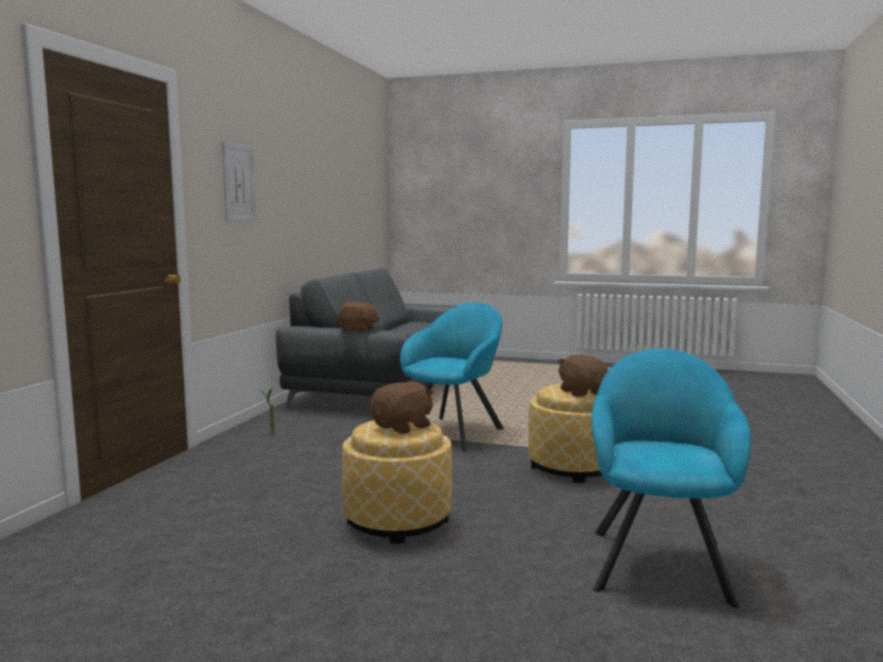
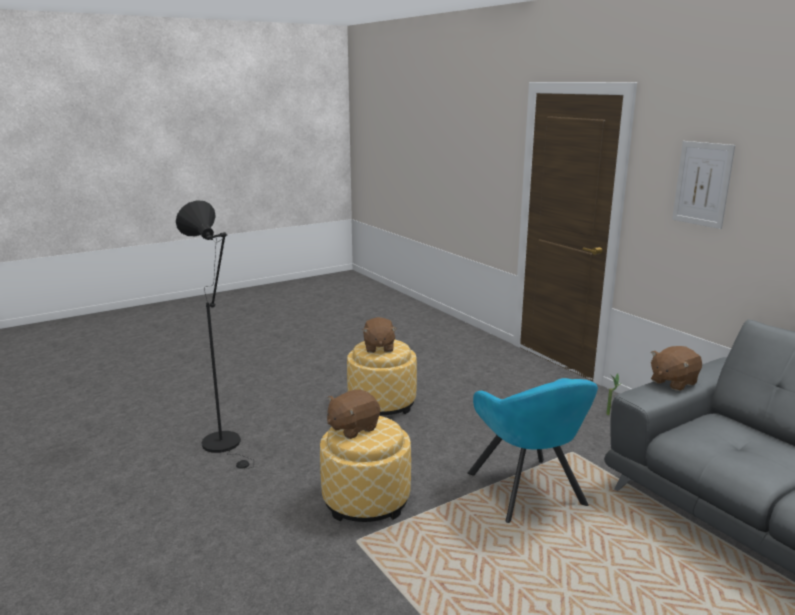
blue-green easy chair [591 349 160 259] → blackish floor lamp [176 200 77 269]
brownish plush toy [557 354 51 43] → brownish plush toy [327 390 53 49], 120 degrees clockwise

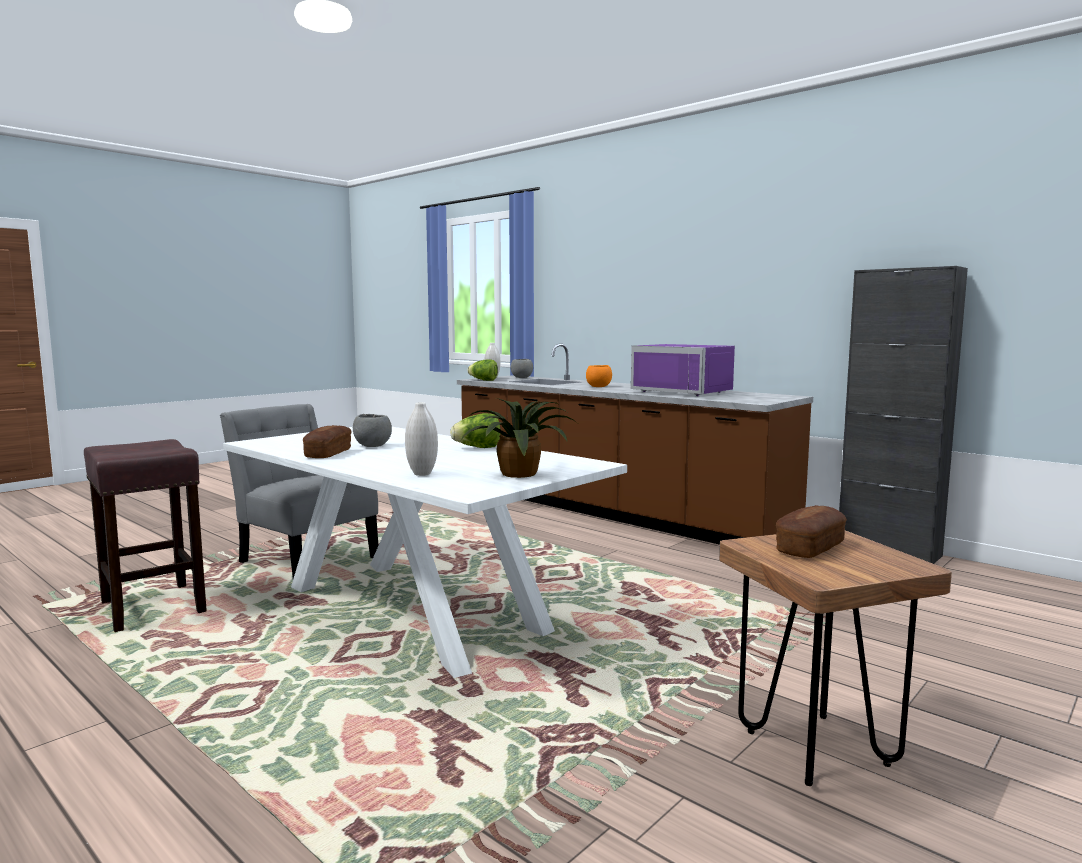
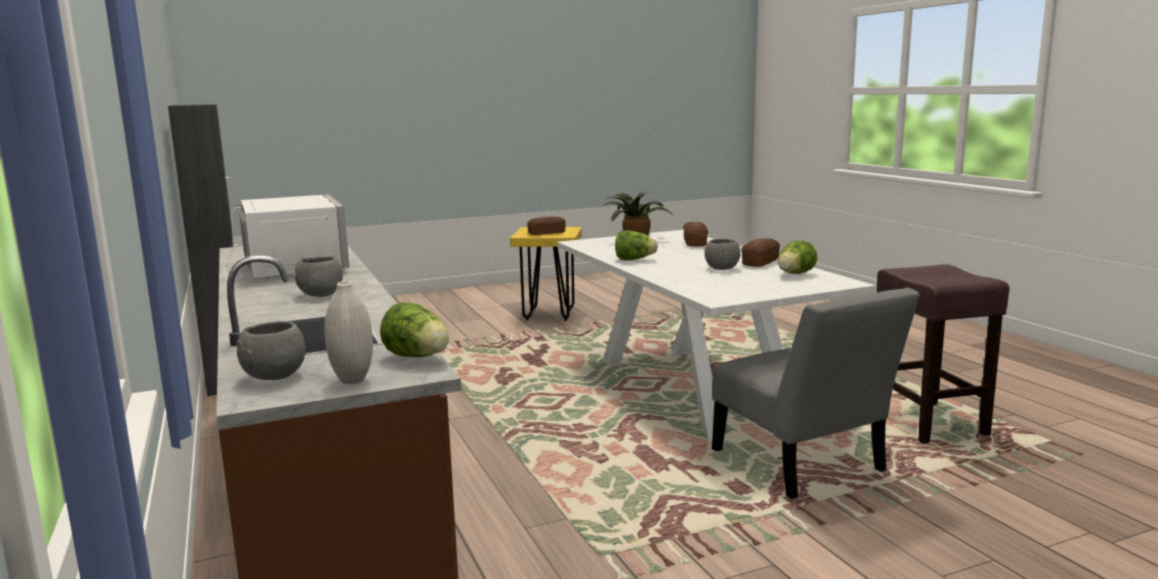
- → lettuce head [778 241 39 33]
whitish vase [405 402 33 74] → bread [683 222 25 24]
orange bowl [586 365 26 22] → greyish bowl [295 256 48 41]
purplish microwave [631 344 104 52] → whitish microwave [223 194 127 86]
brownish stool [719 530 233 256] → yellow stool [510 227 72 94]

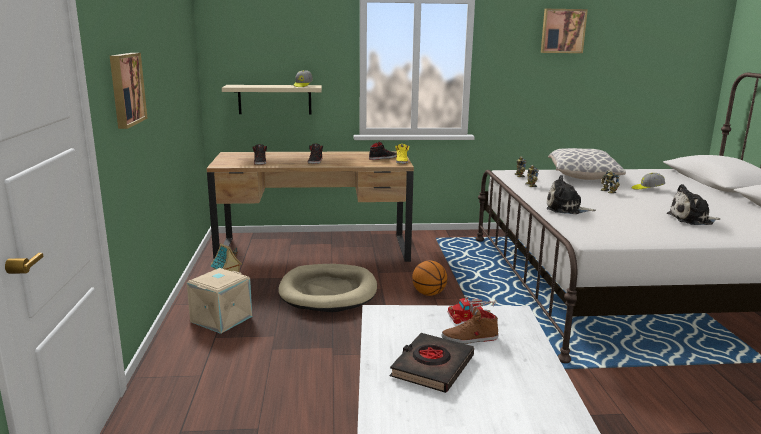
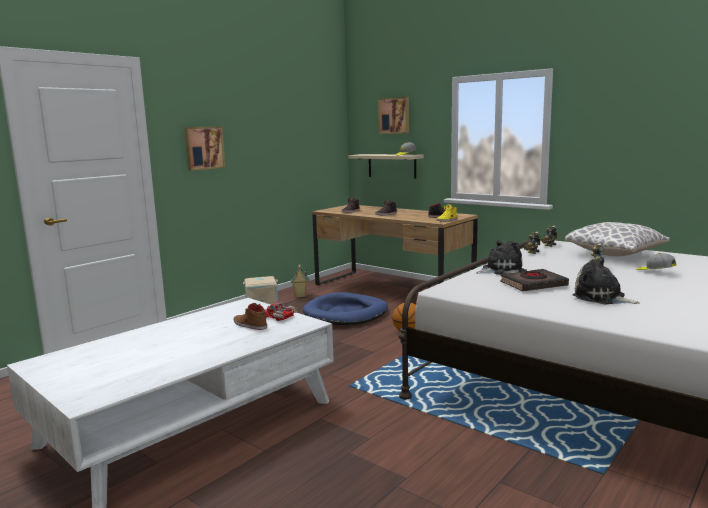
blackish volume [390 333 84 60] → blackish volume [500 269 69 22], relocated
wall picture [541 9 47 44] → wall picture [378 97 31 37], relocated
sand-coloured dog cushion [279 264 98 48] → bluish dog cushion [303 292 85 33]
plush toy [547 175 49 39] → plush toy [476 240 47 35], 105 degrees clockwise

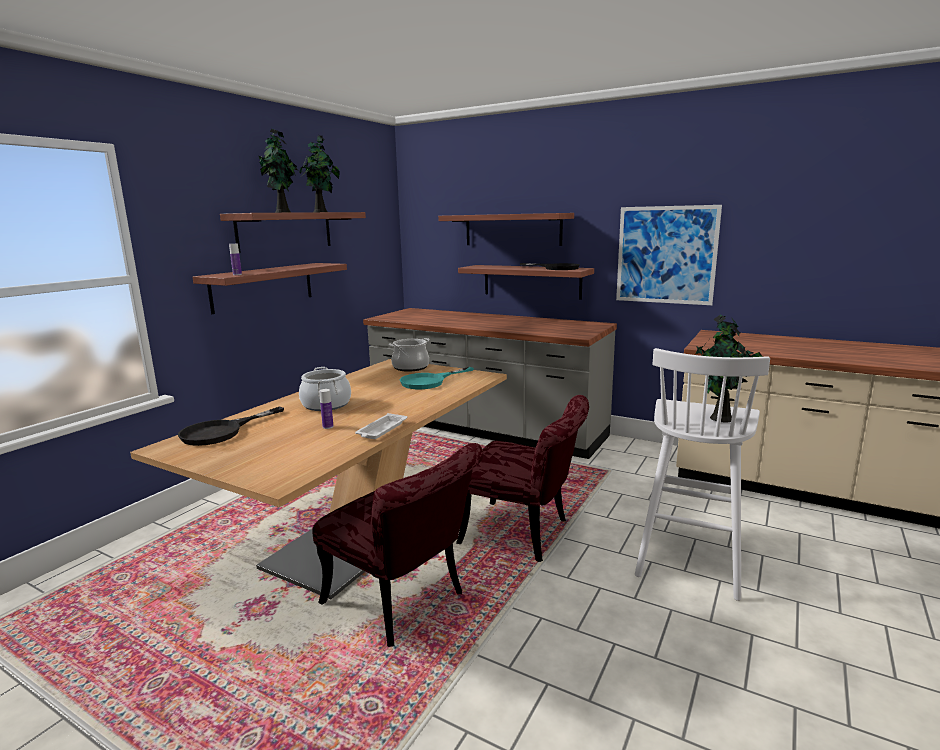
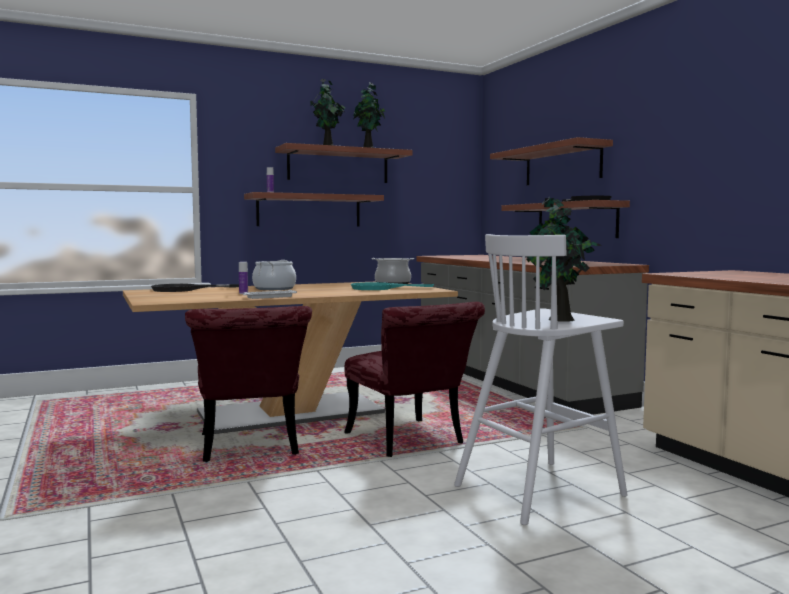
wall picture [616 205 106 100] → -

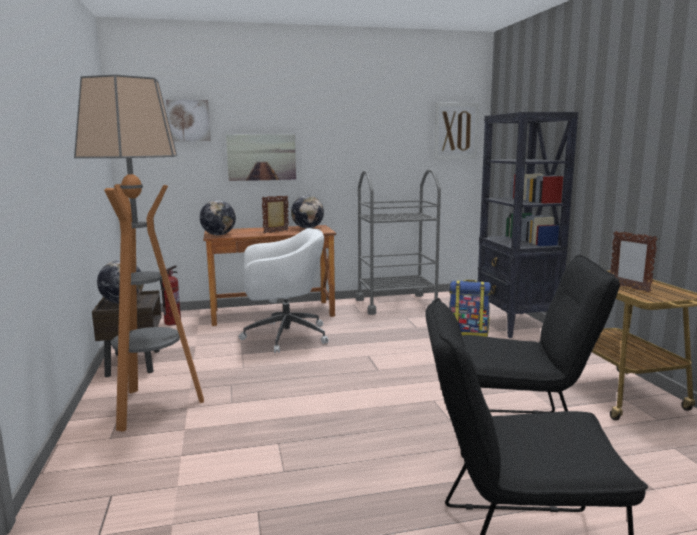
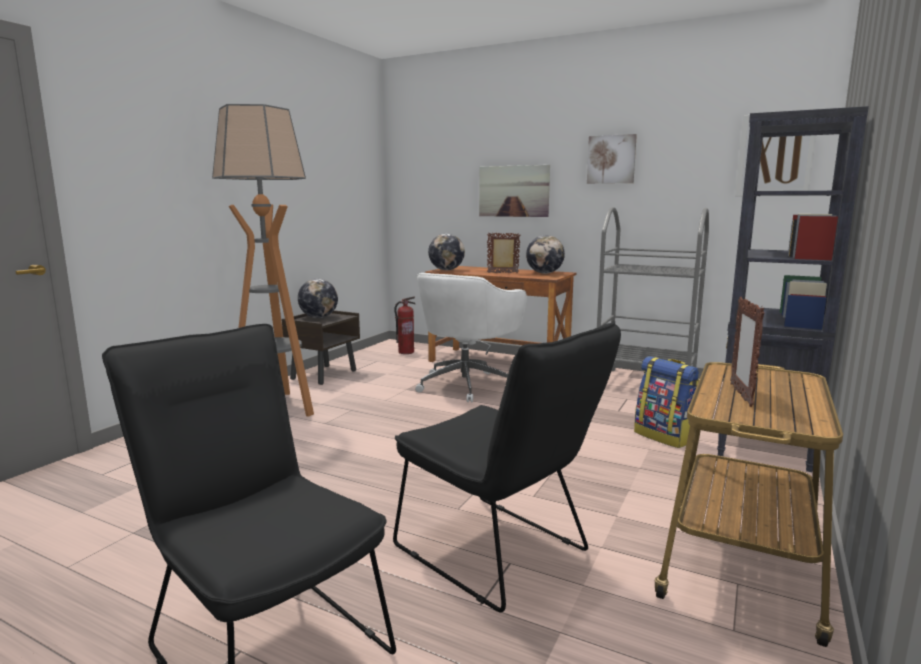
wall picture [166 100 45 41] → wall picture [587 134 50 50], relocated
whitish desk chair [239 228 90 125] → whitish desk chair [415 273 112 129], 90 degrees clockwise

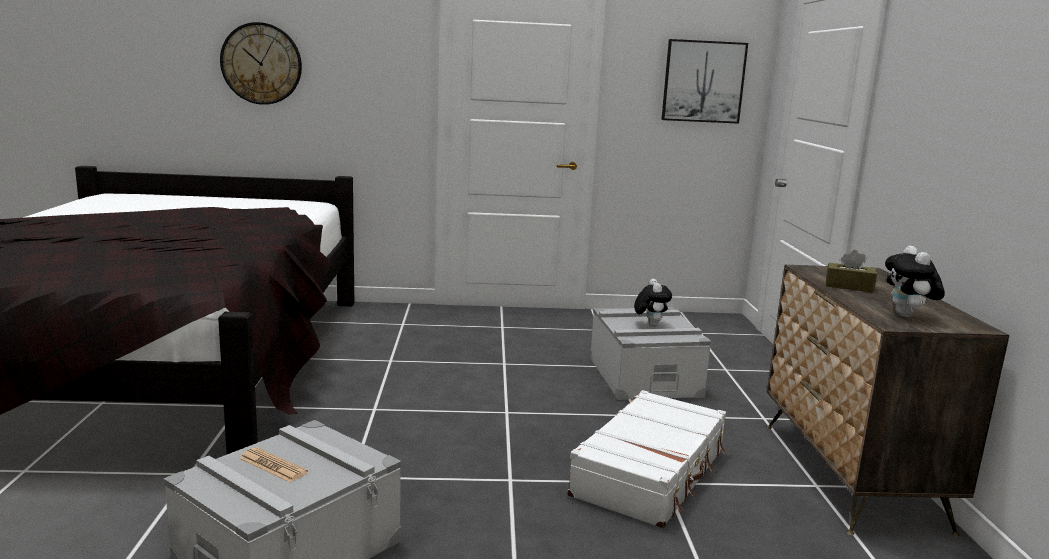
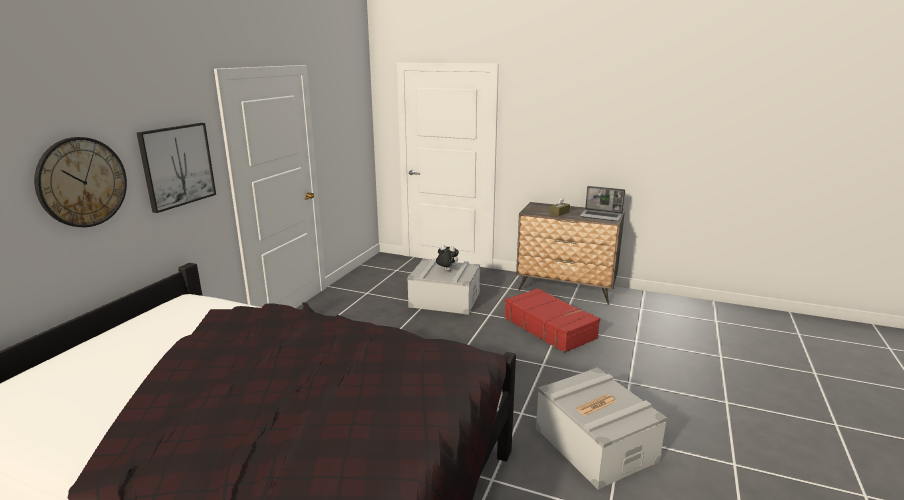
wall picture [661 39 87 85] → wall picture [137 123 79 90], relocated
plush toy [885 245 60 72] → laptop [580 186 45 35]
whitish piece of luggage [567 390 159 138] → red piece of luggage [504 288 96 65]

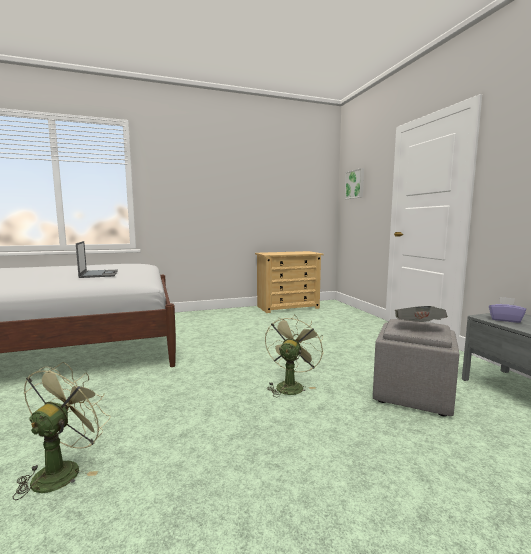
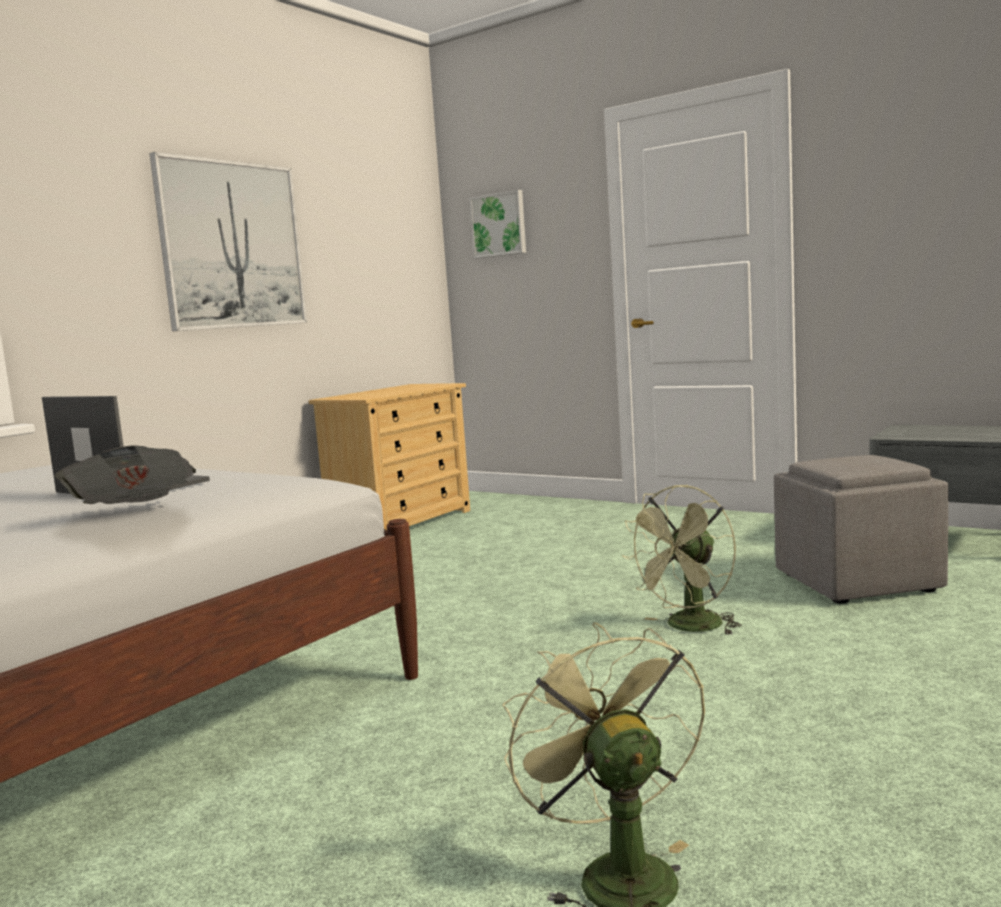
purplish tissue holder [489 297 37 26] → -
- → wall picture [149 152 158 179]
newspaper [395 306 53 16] → newspaper [54 445 142 59], relocated
green fan [265 314 59 83] → green fan [622 485 120 150], 120 degrees counterclockwise

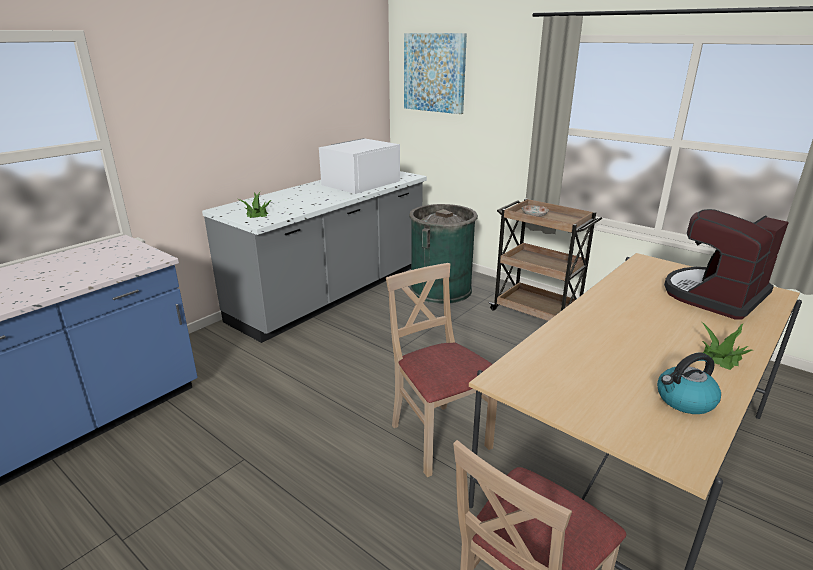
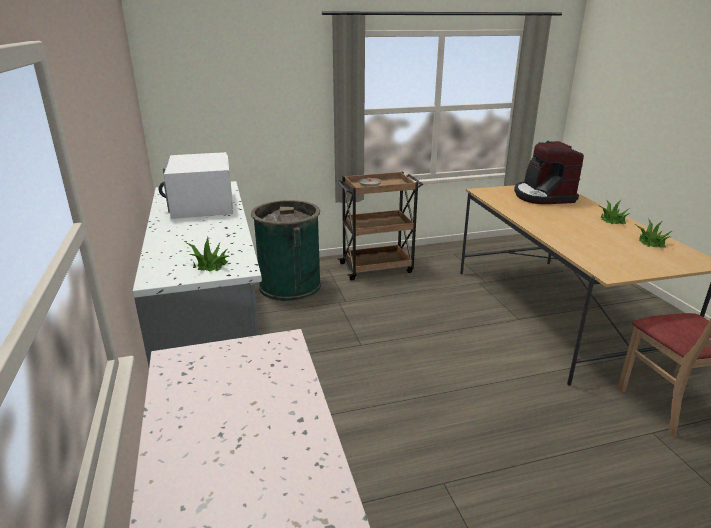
sand-coloured upright chair [386 263 111 214] → -
wall picture [404 33 63 81] → -
tea kettle [657 353 64 61] → potted plant [635 218 37 29]

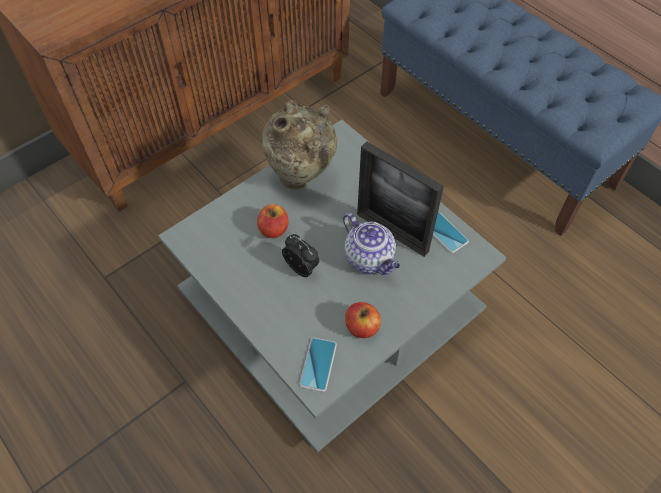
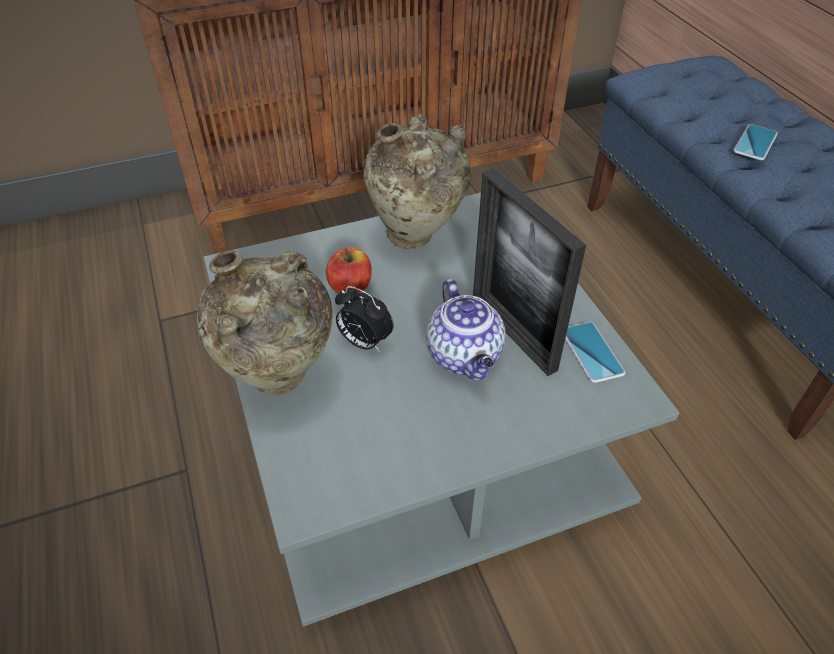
whole apple [345 302 36 36] → -
- → sand-coloured vase [197 250 136 145]
phone [299 338 38 54] → phone [733 124 45 36], relocated
table clock [282 234 37 43] → table clock [335 286 59 66], 150 degrees clockwise

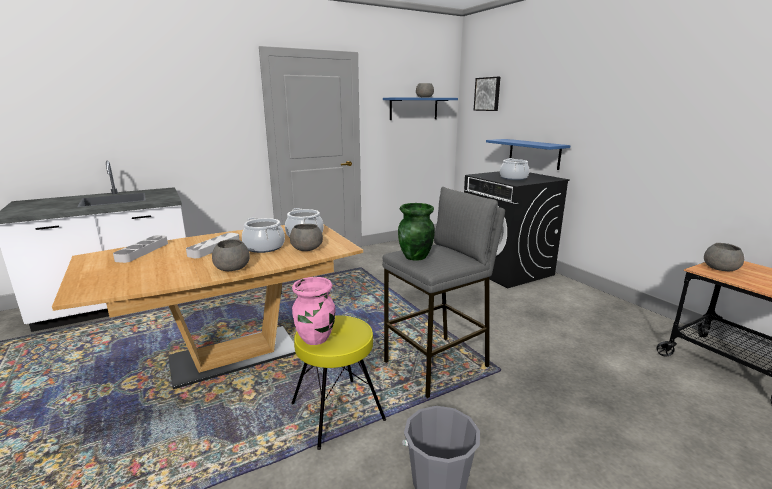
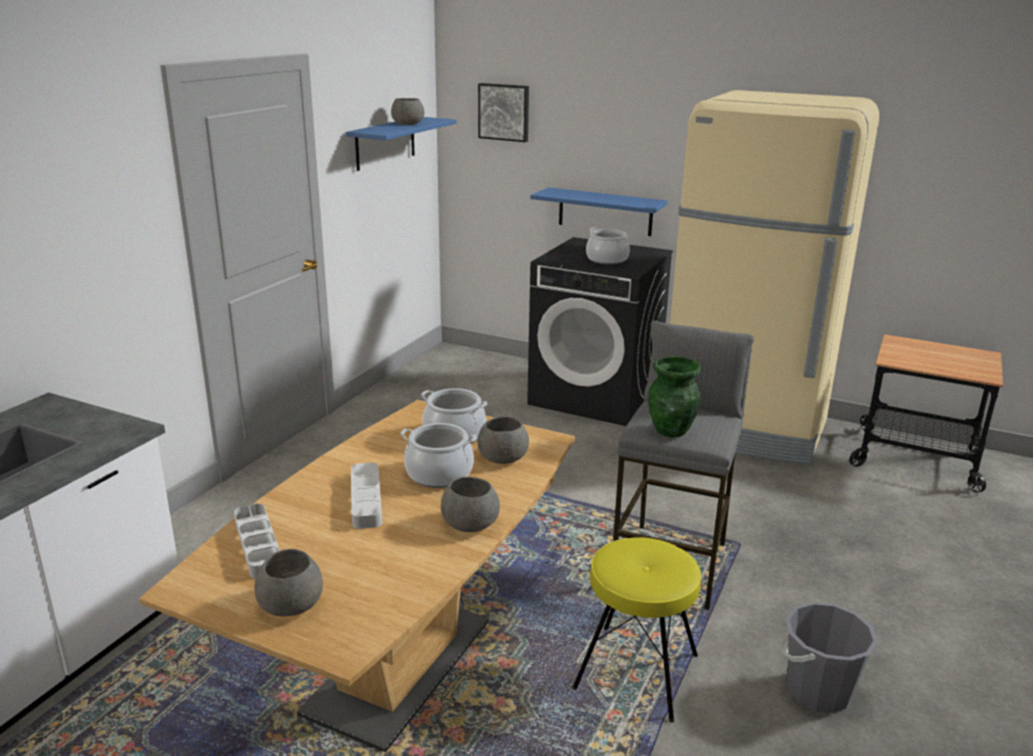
pink vase [292 277 43 68] → -
- → sand-coloured refrigerator [670 90 209 374]
greyish bowl [704 243 40 28] → greyish bowl [254 549 69 67], relocated

